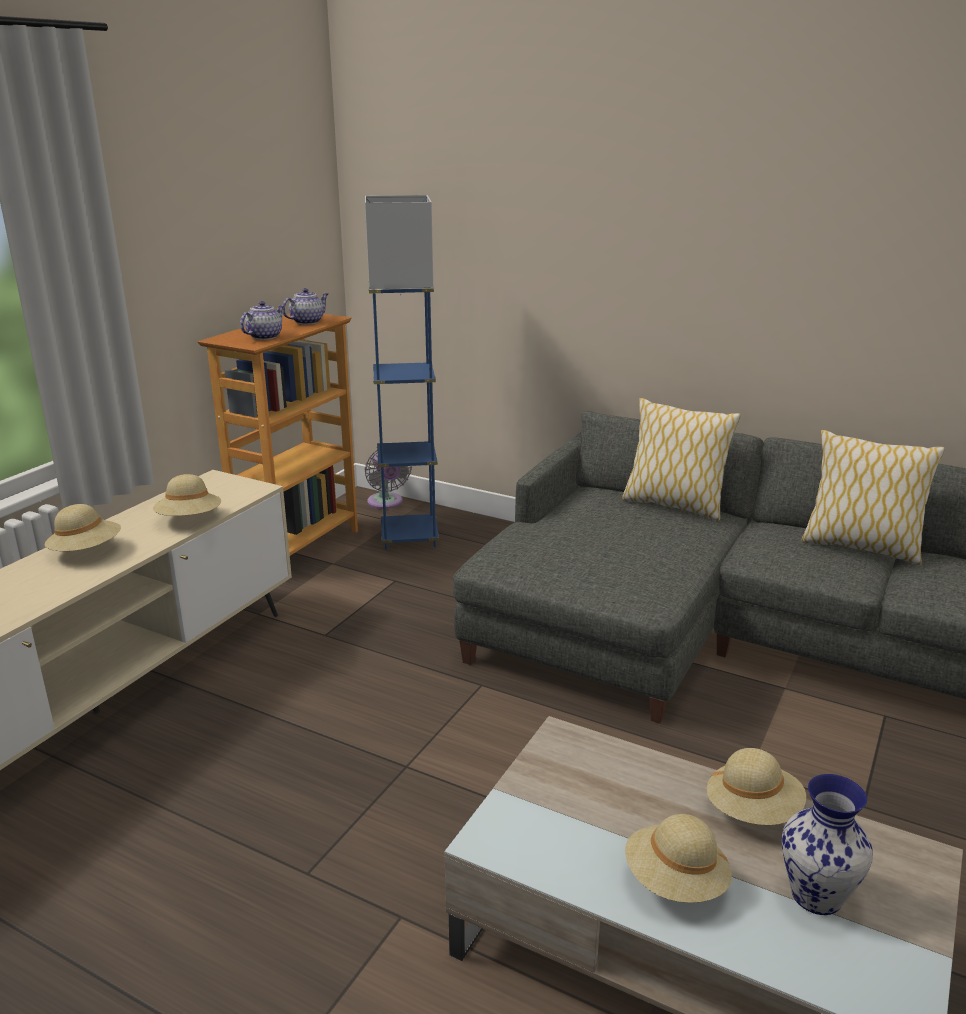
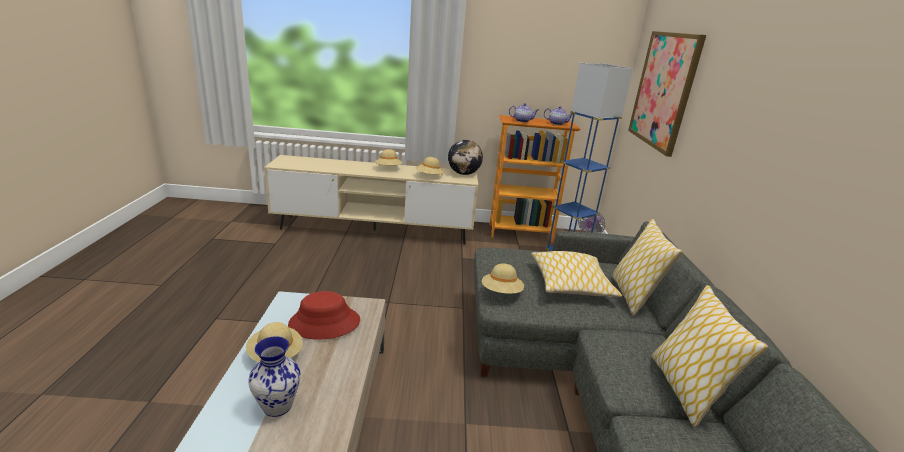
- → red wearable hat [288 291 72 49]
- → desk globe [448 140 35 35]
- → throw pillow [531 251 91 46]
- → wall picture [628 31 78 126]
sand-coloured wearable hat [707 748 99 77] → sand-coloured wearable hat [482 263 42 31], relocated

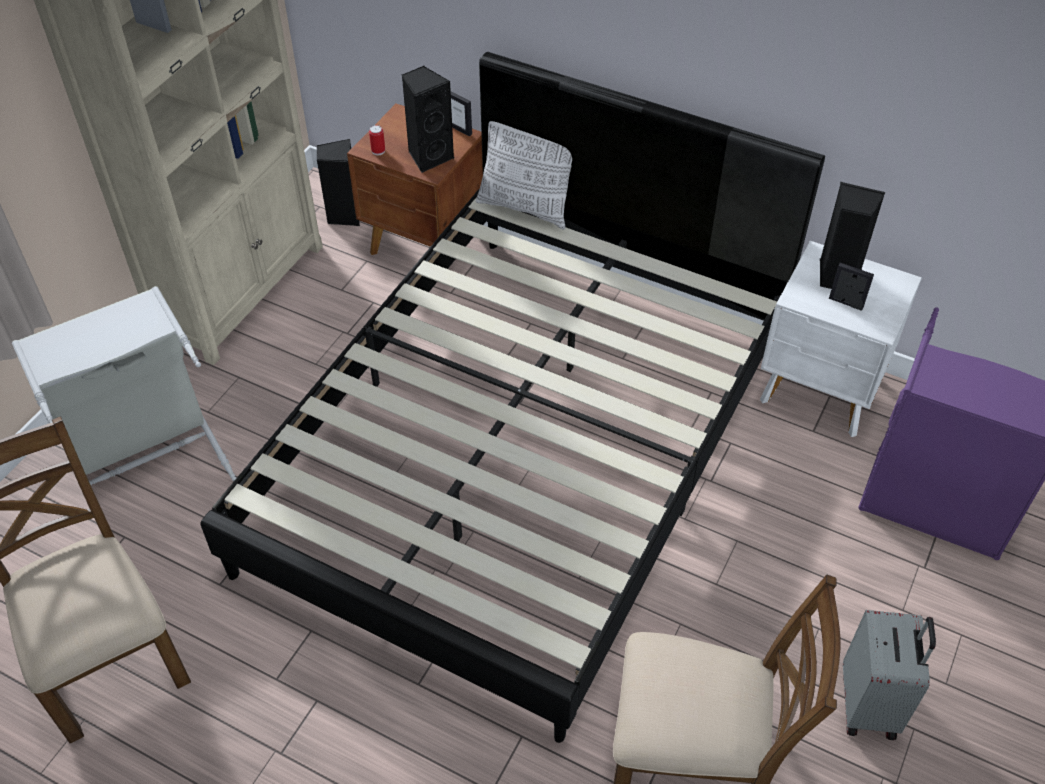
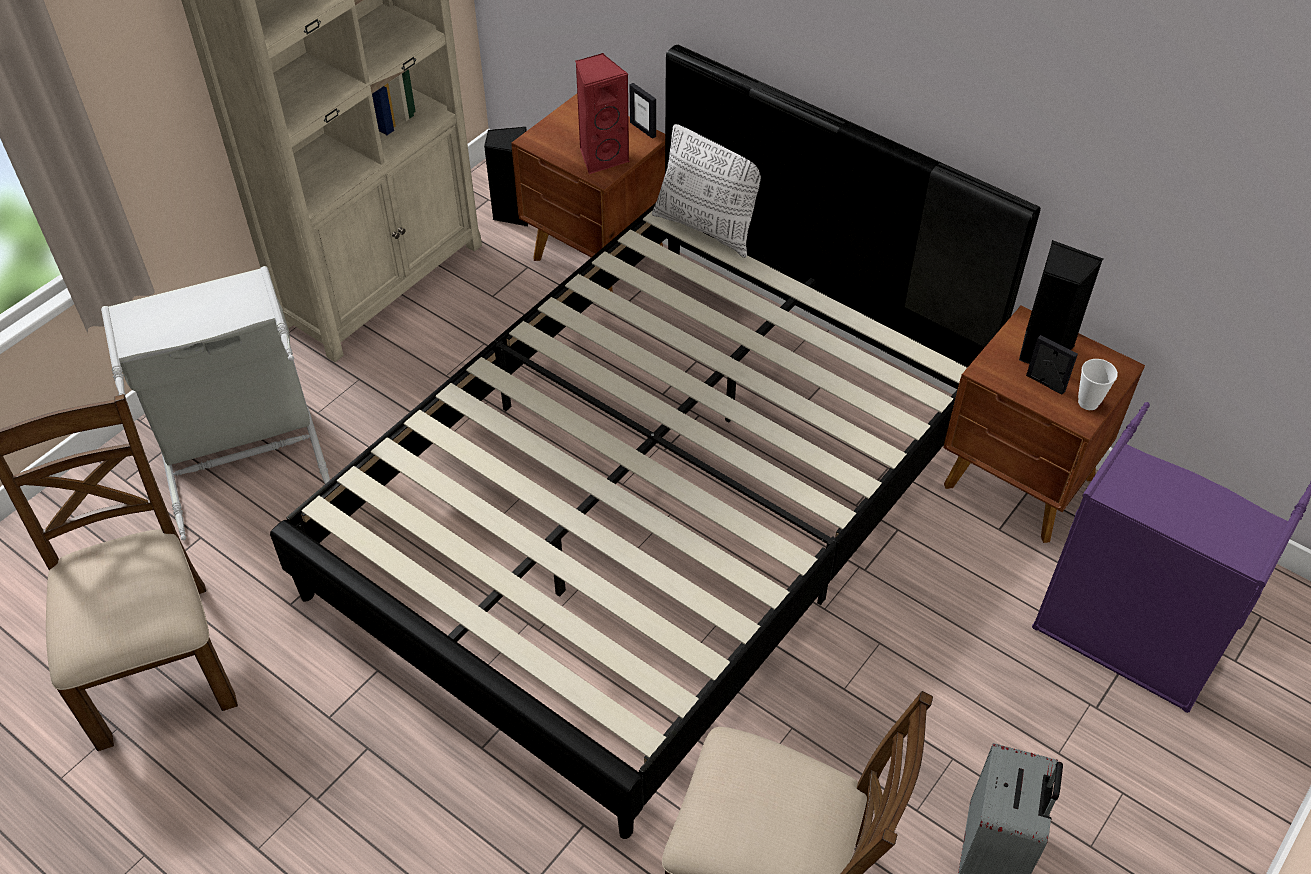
sealed can [369 125 16 30] → -
- → cup [1078 359 40 51]
blackish speaker [402 66 52 107] → red speaker [575 53 55 121]
whitish night table [760 241 162 196] → brownish night table [944 306 201 237]

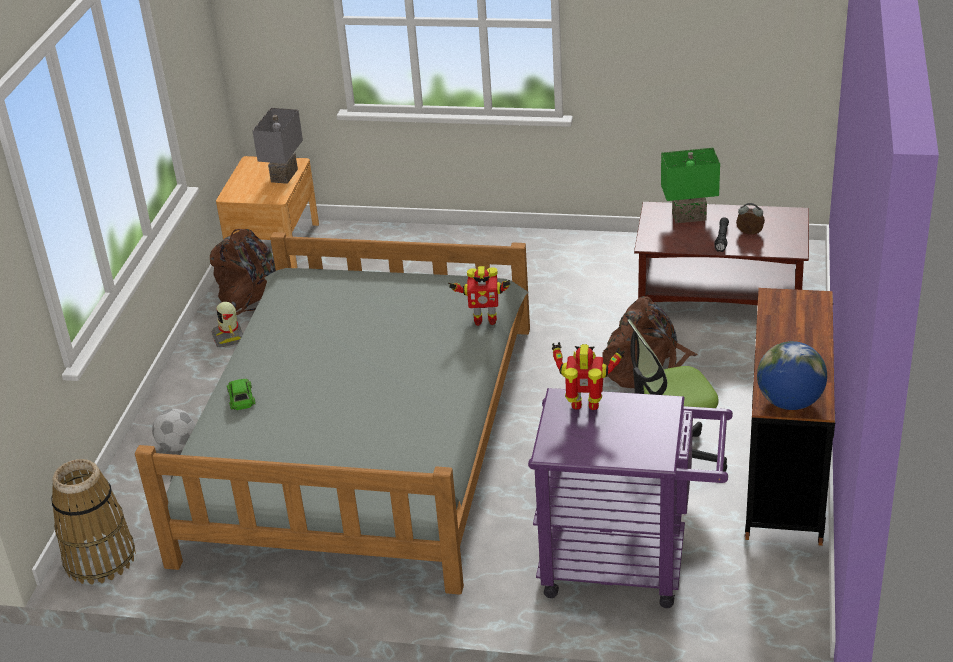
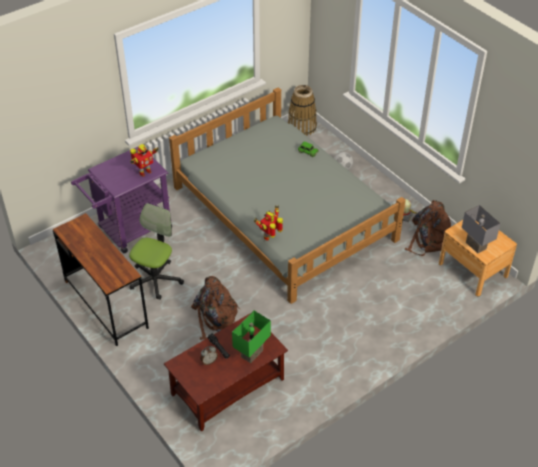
desk globe [757 341 70 69] → -

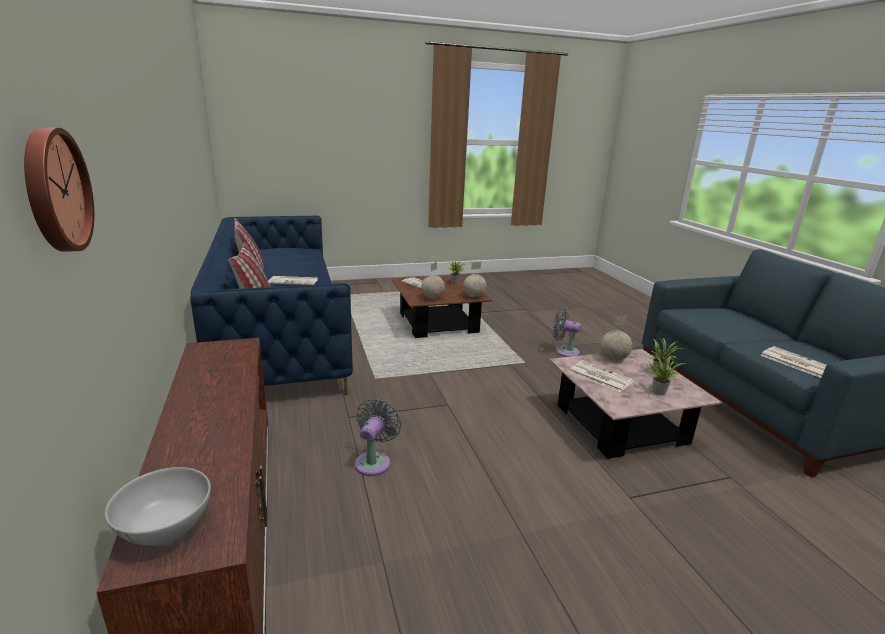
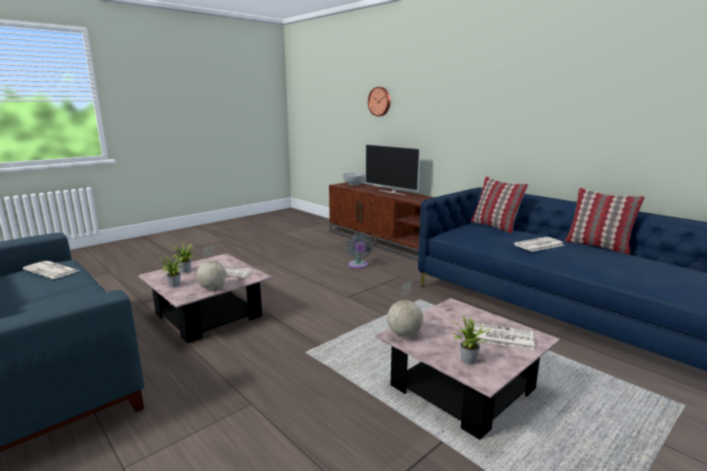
desk globe [421 262 24 37] → -
greyish fan [553 309 28 48] → -
- → television [365 144 55 51]
brownish low table [392 275 100 63] → pink low table [375 298 185 142]

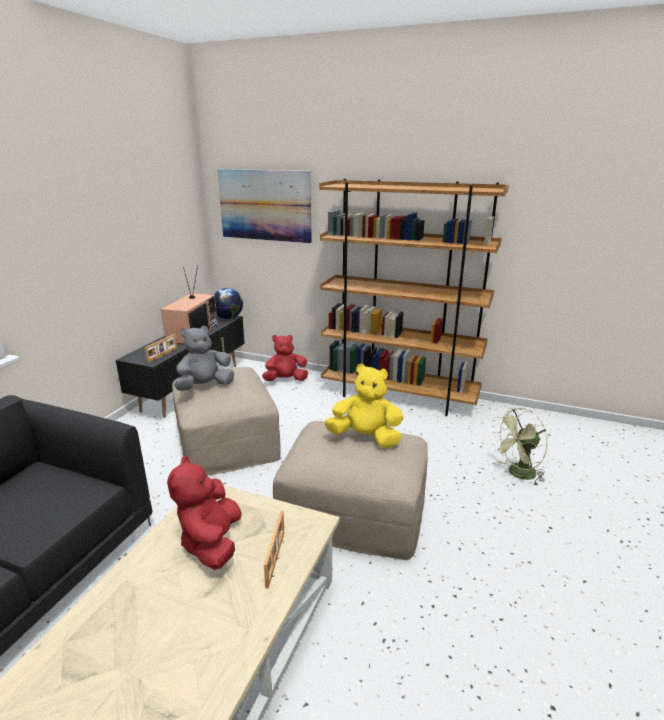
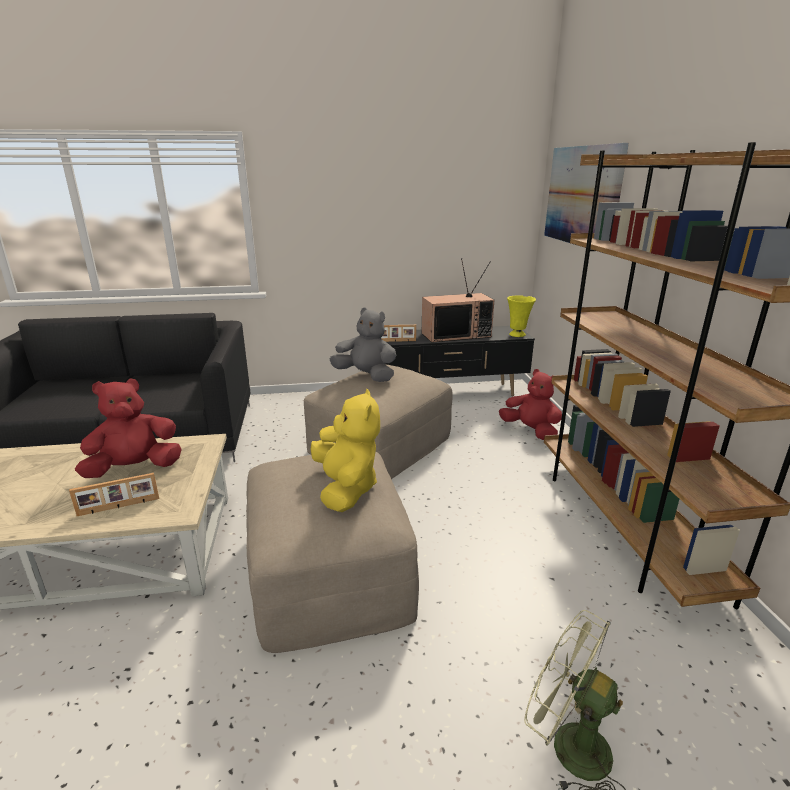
desk globe [214 288 29 31] → yellow vase [507 295 29 42]

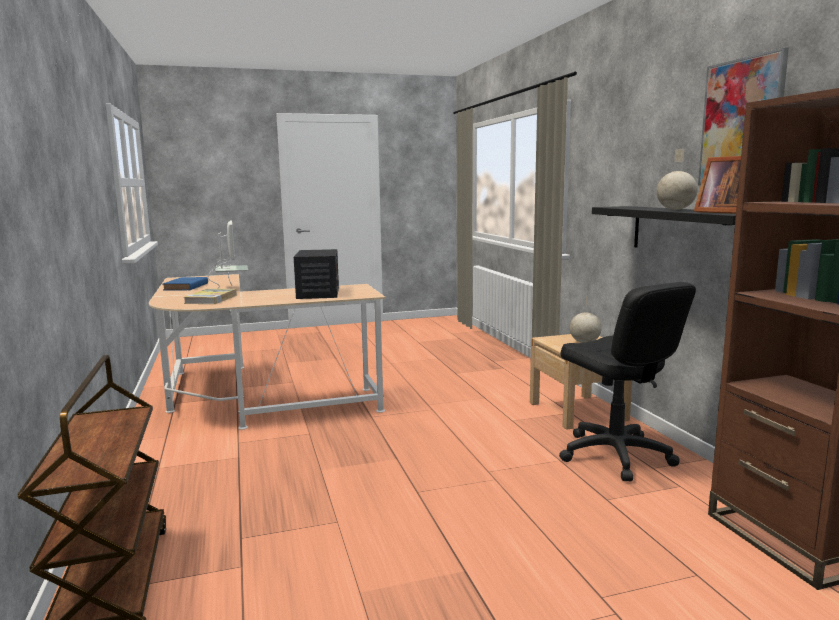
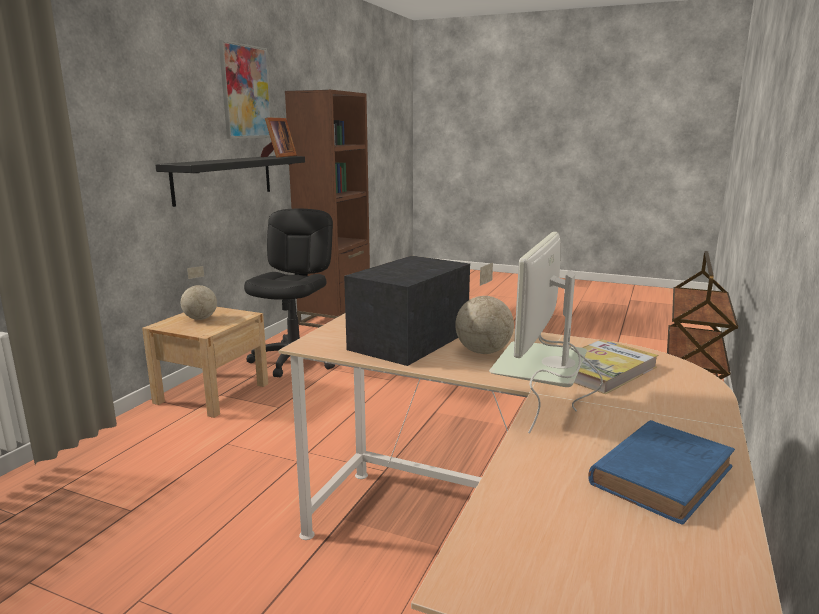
desk globe [657 149 41 61] → desk globe [455 263 59 91], relocated

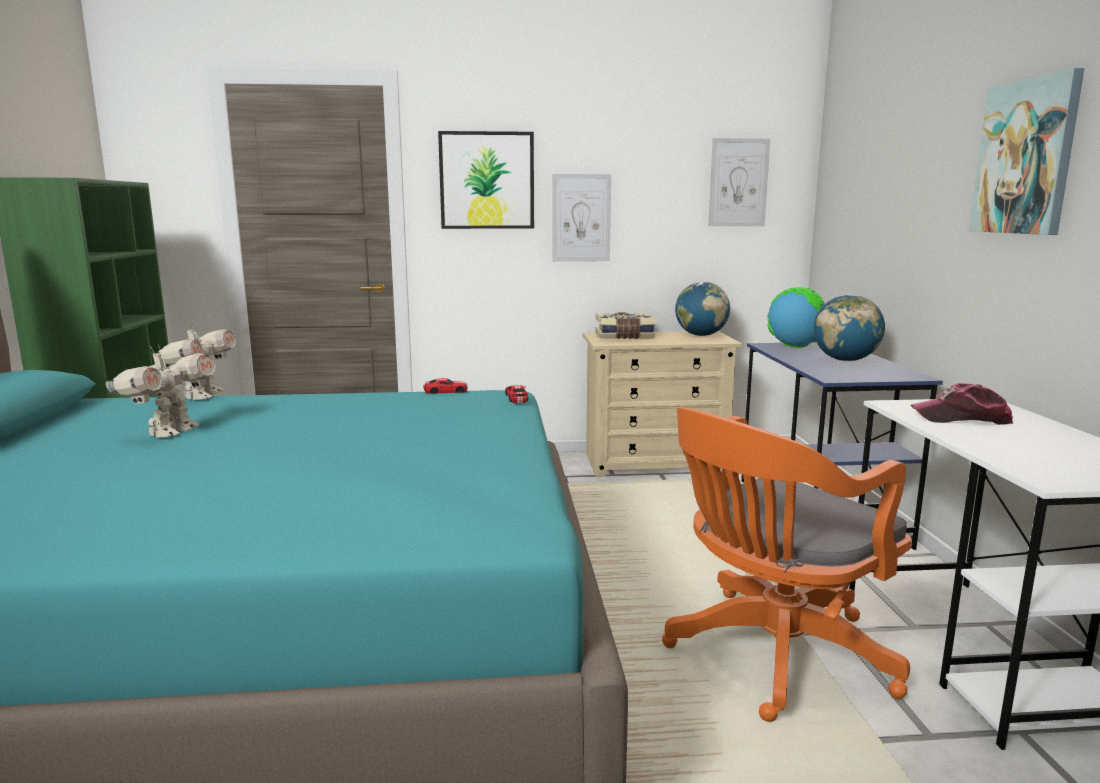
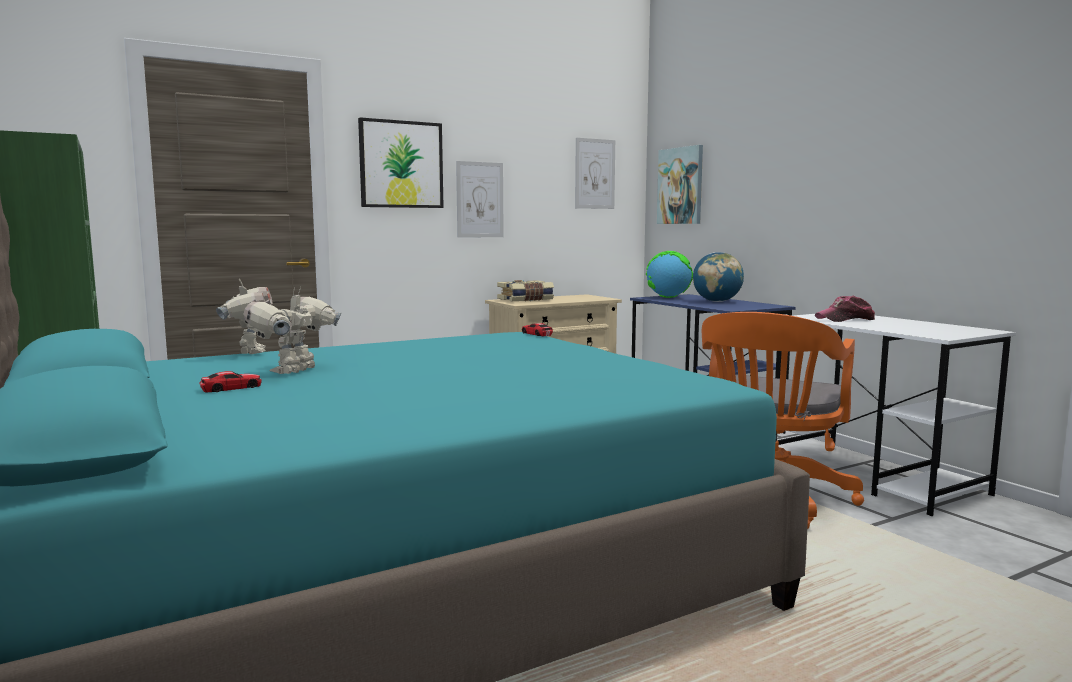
desk globe [675 282 55 54] → -
miniature car [423 378 45 16] → miniature car [199 371 63 22], relocated
wall picture [969 68 115 167] → wall picture [657 145 46 79], relocated
robot figure [106 344 110 94] → robot figure [243 287 98 87], 150 degrees counterclockwise

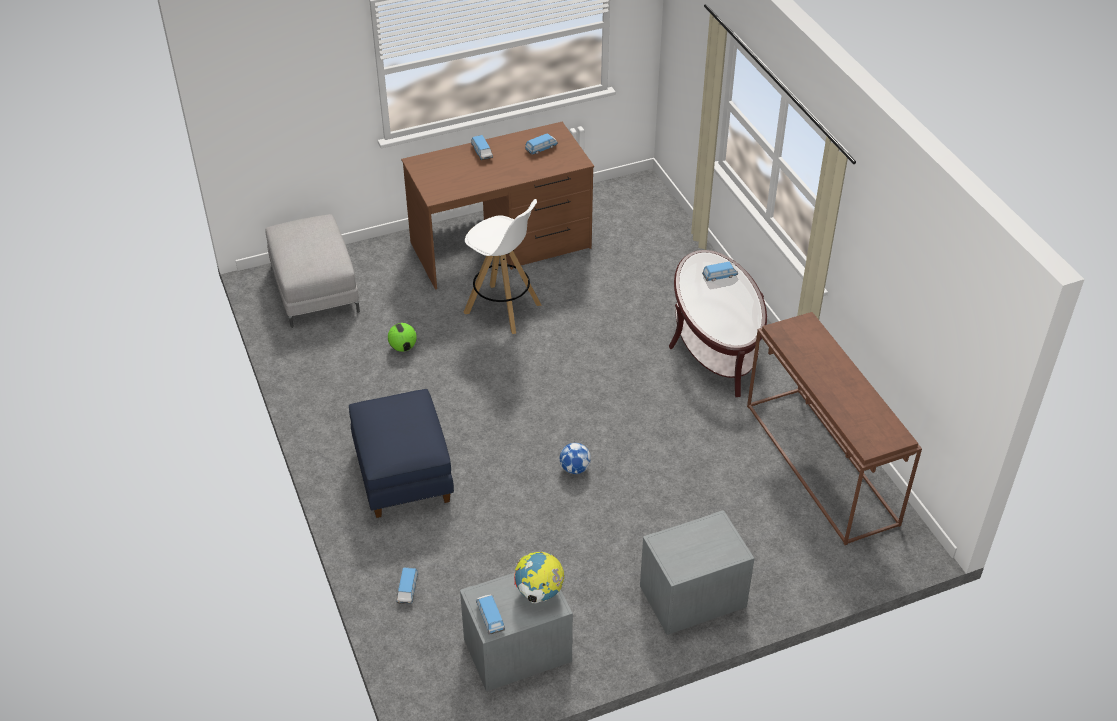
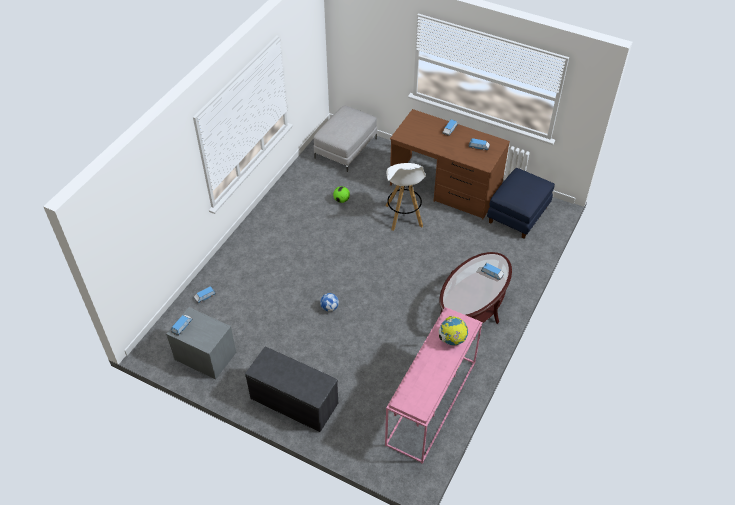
bluish ottoman [349 389 105 129] → bluish ottoman [487 168 68 70], relocated
desk globe [514 552 50 51] → desk globe [439 316 29 29], relocated
greyish night table [640 510 115 125] → greyish indoor bench [245 347 93 85]
brownish console table [747 312 175 233] → pink console table [385 307 97 157]

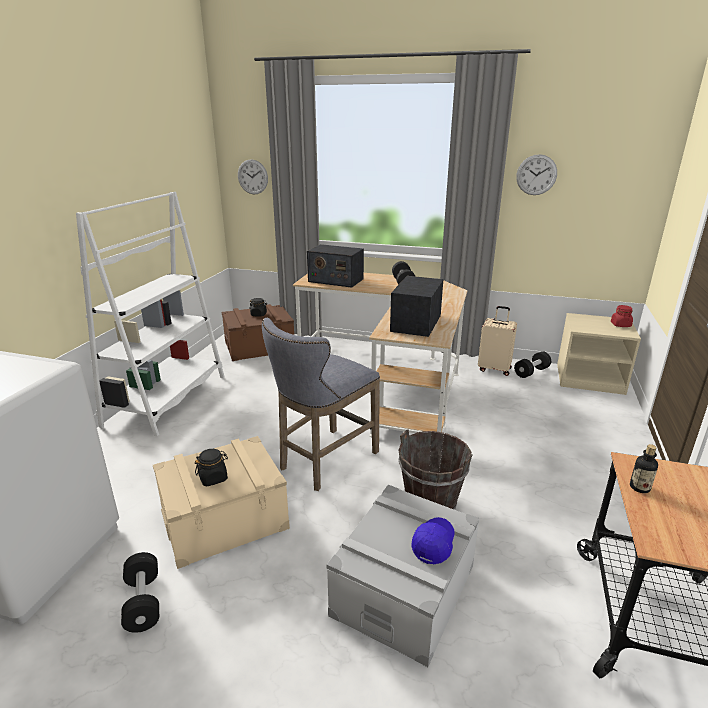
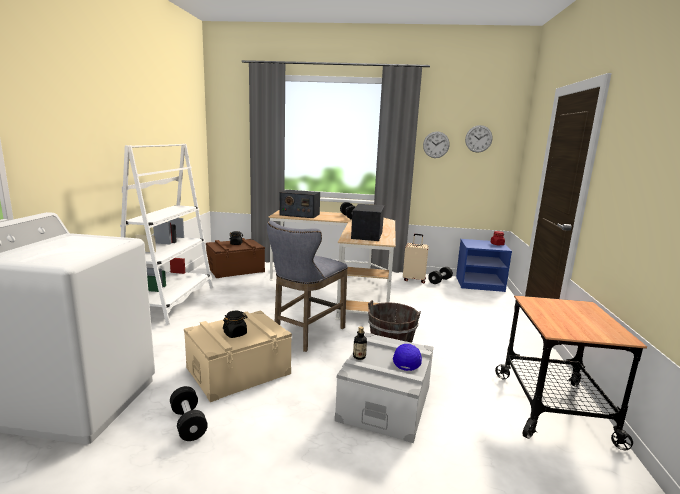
clock on the wall [238 159 30 35] → clock on the wall [465 125 28 28], relocated
beverage bottle [630 444 28 49] → beverage bottle [353 327 14 33], relocated
sand-coloured night table [557 313 84 82] → bluish night table [456 239 56 53]

